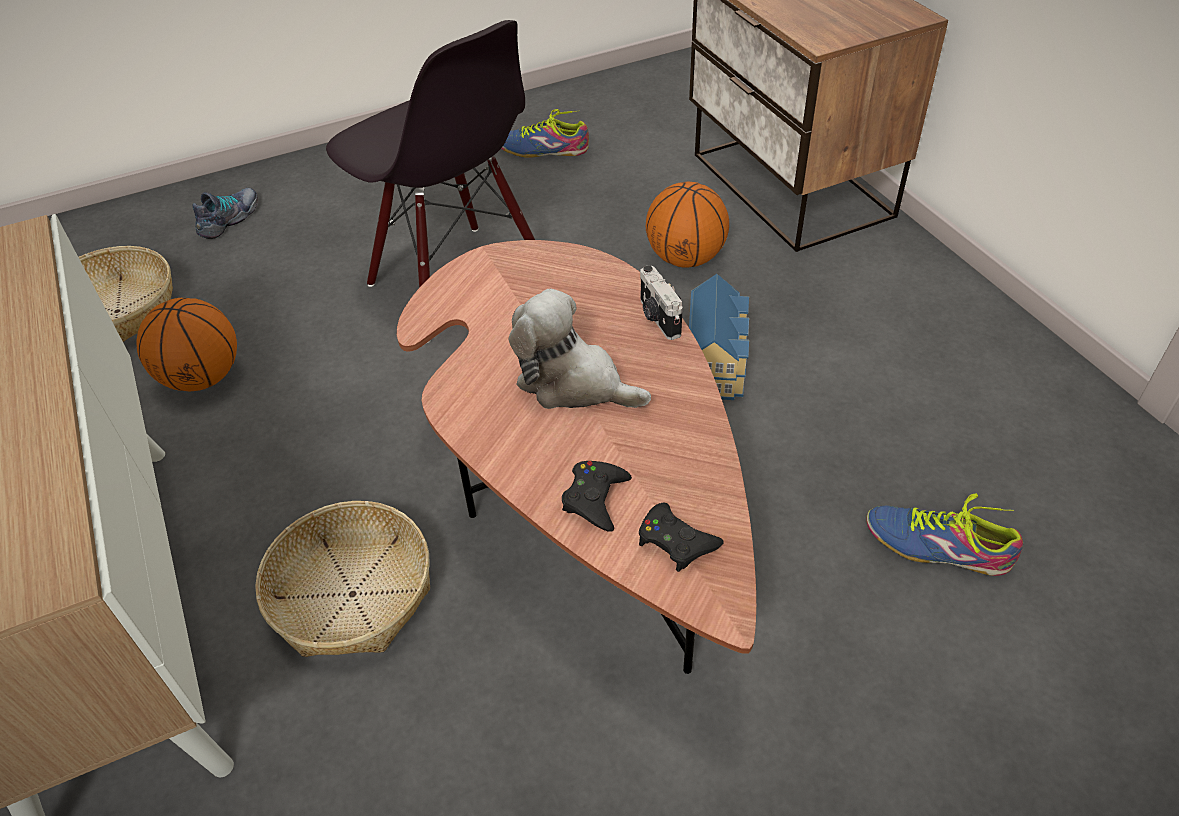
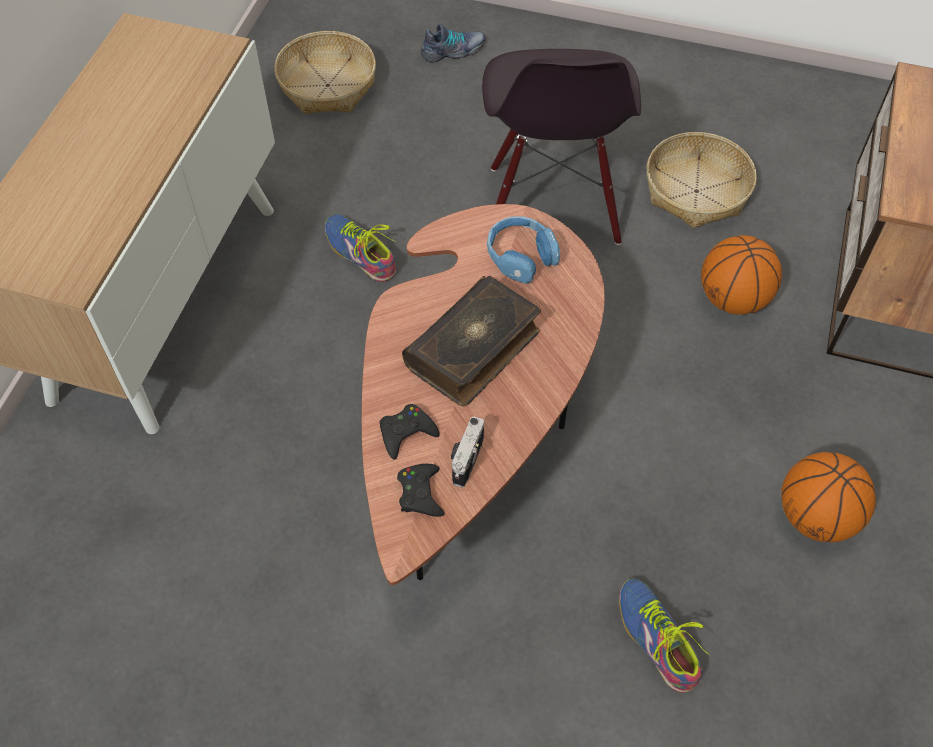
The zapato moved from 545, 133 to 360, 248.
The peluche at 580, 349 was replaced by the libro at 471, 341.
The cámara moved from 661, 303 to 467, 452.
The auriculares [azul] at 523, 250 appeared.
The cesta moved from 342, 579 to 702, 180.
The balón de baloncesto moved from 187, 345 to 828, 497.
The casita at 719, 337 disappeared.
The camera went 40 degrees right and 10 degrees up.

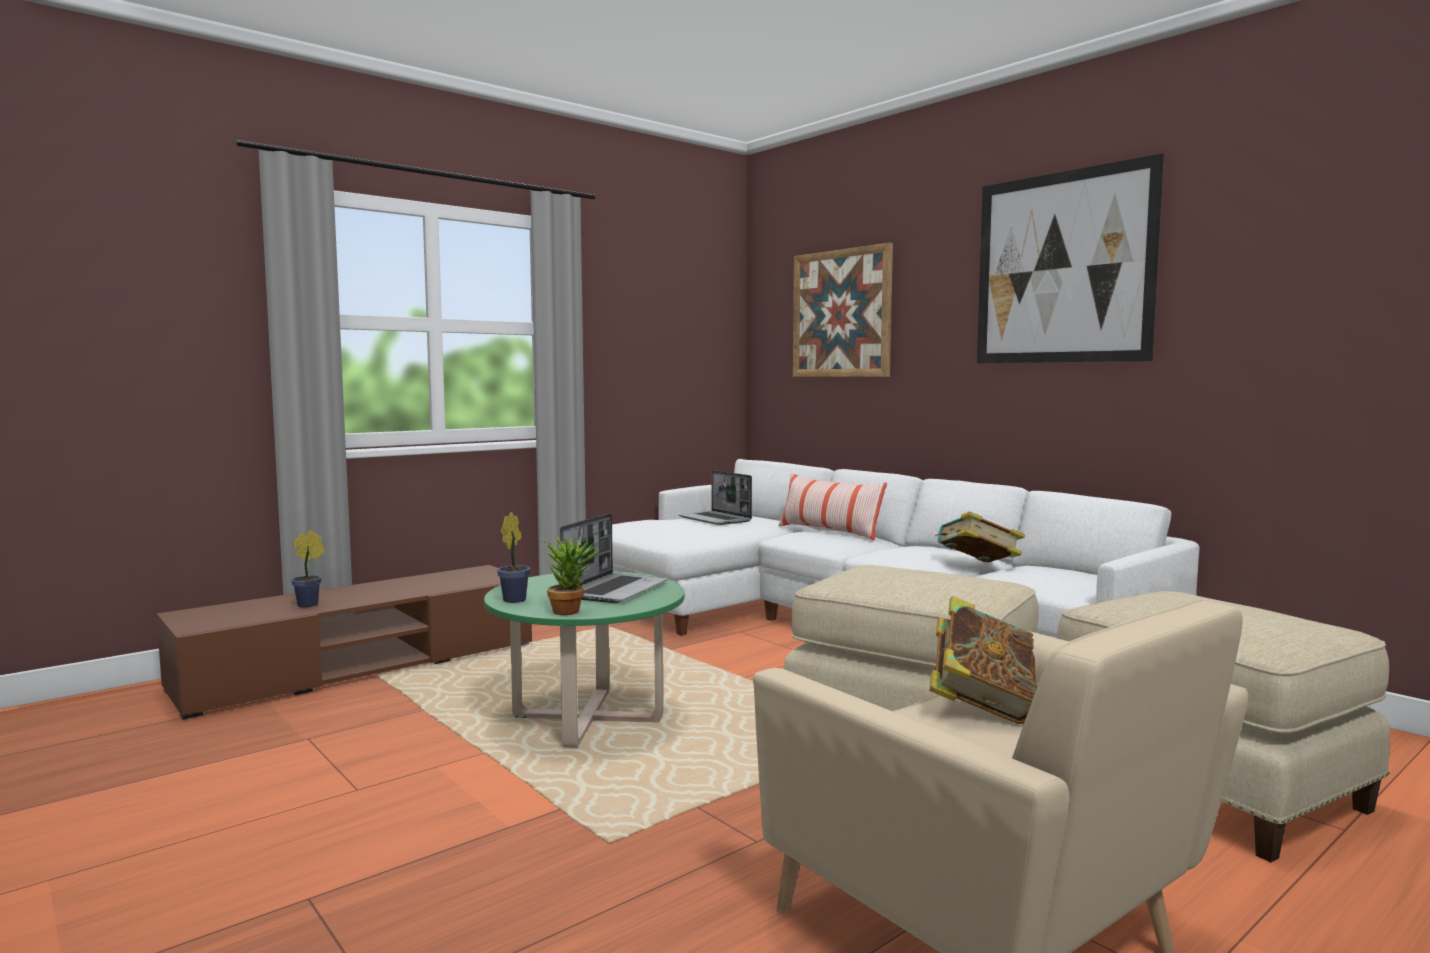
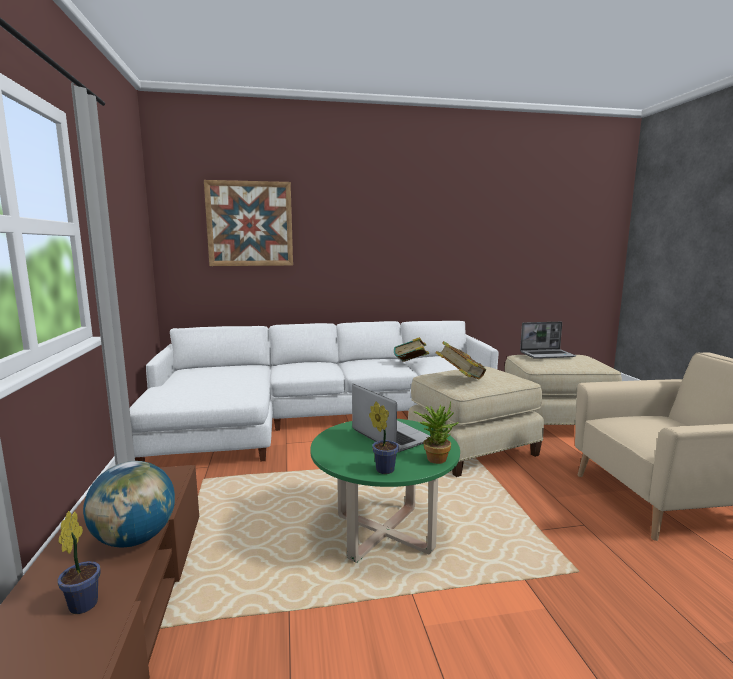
The globo terráqueo at 129, 504 appeared.
The libro moved from 983, 660 to 461, 360.
The portátil moved from 715, 497 to 548, 340.
The cojín at 832, 506 disappeared.
The cuadro at 1070, 258 disappeared.
The camera went 60 degrees left and 5 degrees up.

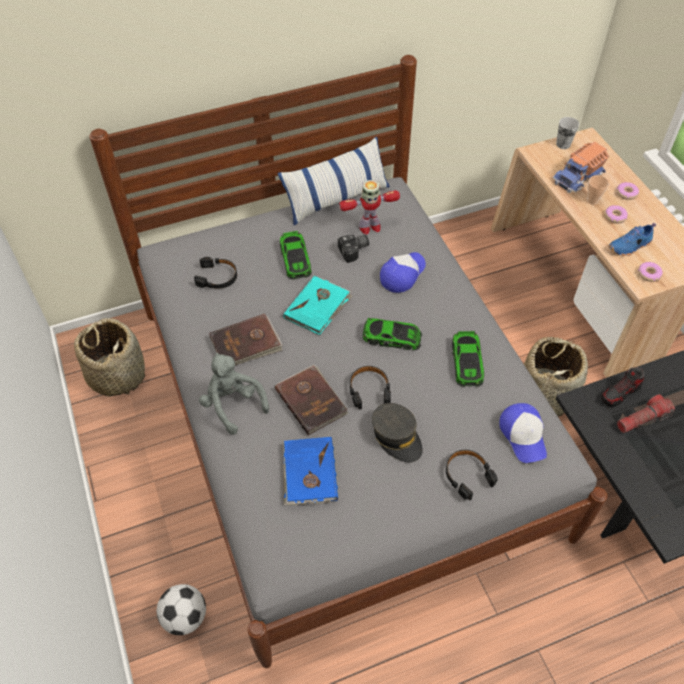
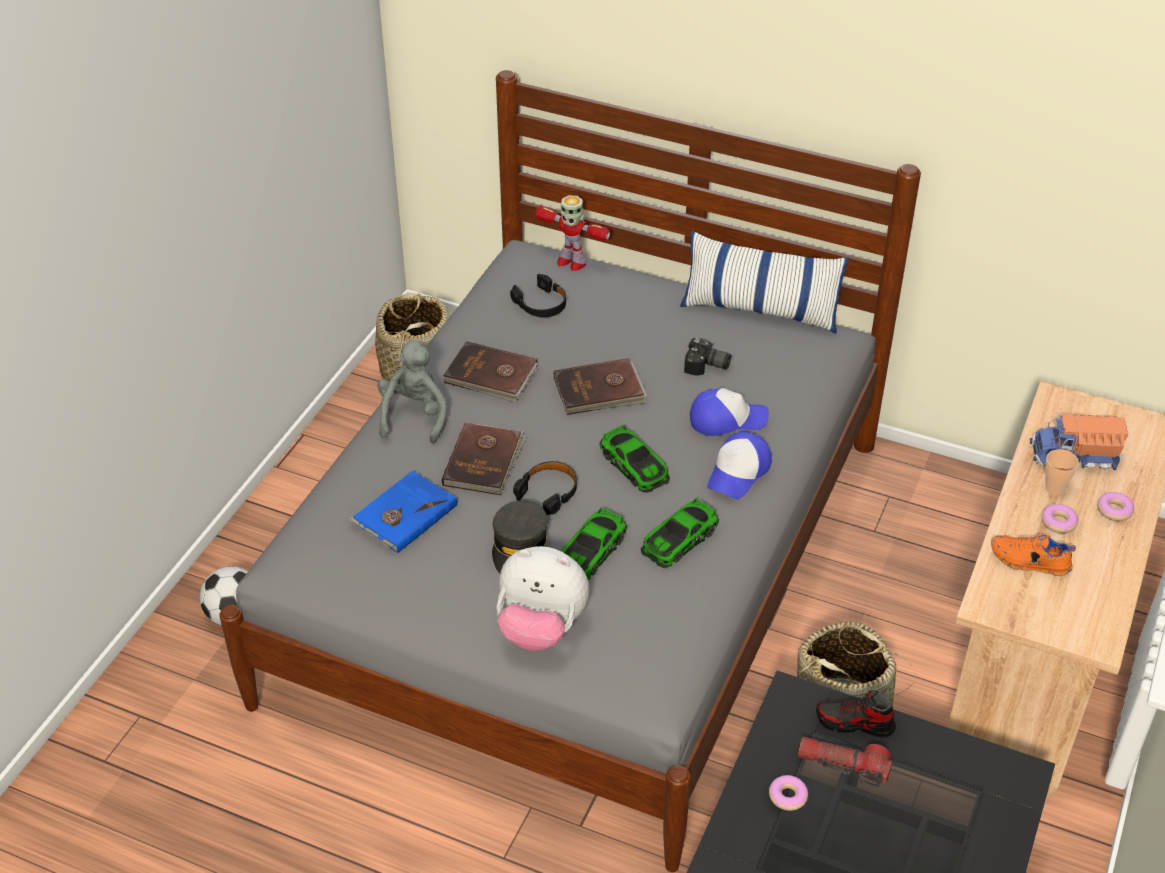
The auriculares [negro] at 472, 475 was replaced by the peluche at 543, 598.
The robot de juguete moved from 369, 207 to 572, 233.
The libro [turquesa] at 318, 305 became the libro [marrón] at 600, 386.
The coche de juguete moved from 296, 255 to 594, 544.
The gorra moved from 523, 433 to 739, 465.
The rosquilla moved from 650, 272 to 788, 793.
The zapato [azul] at 632, 239 became the zapato [naranja] at 1033, 555.
The taza at 567, 133 disappeared.
The camera went 45 degrees right and 10 degrees down.

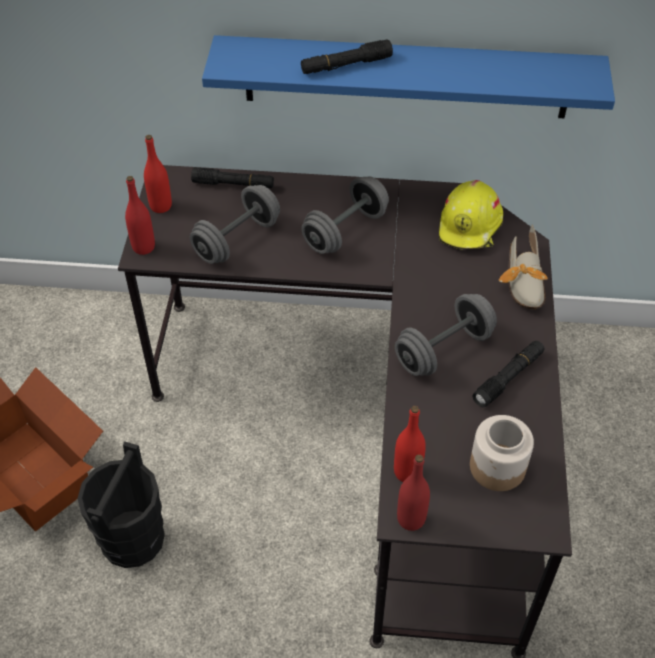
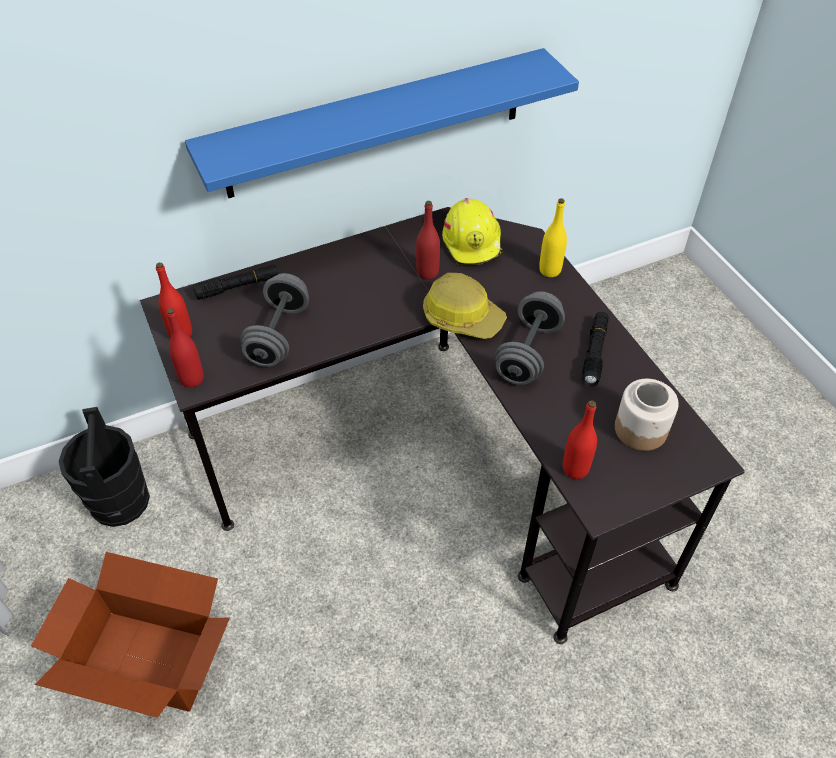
The cubo [negro] moved from 121, 504 to 104, 467.
The botella [rojo] moved from 413, 493 to 428, 240.
The casco at 465, 306 appeared.
The zapato at 523, 266 was replaced by the botella [amarillo] at 553, 237.
The linterna [negro] at 347, 56 disappeared.
The mancuerna [gris] at 345, 215 disappeared.
The camera went 30 degrees left and 0 degrees up.

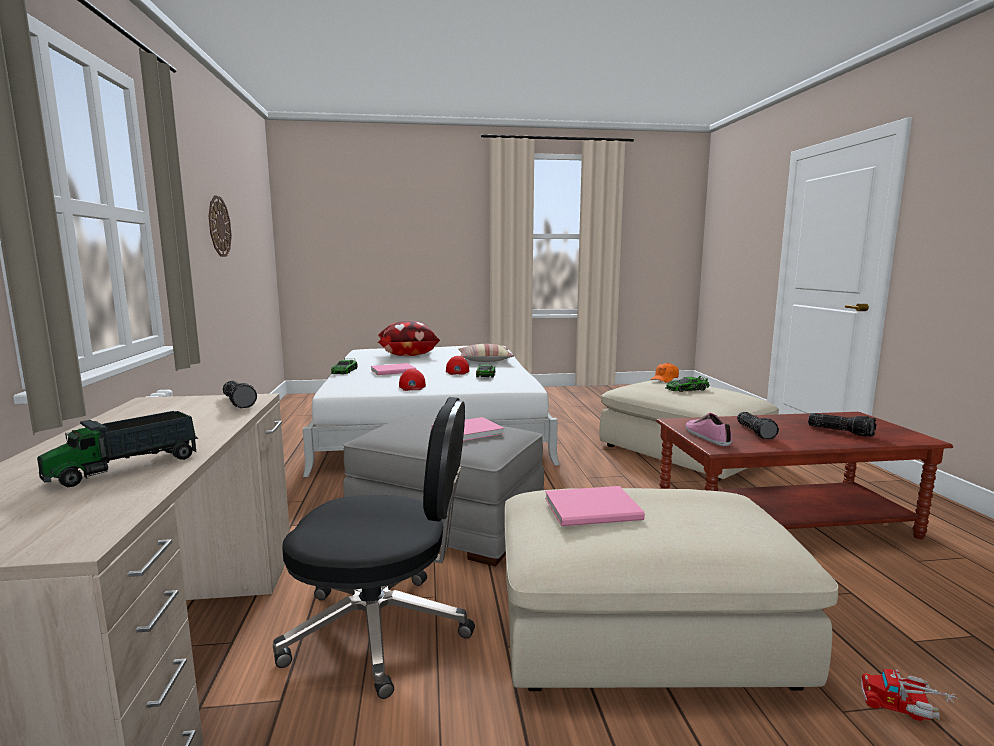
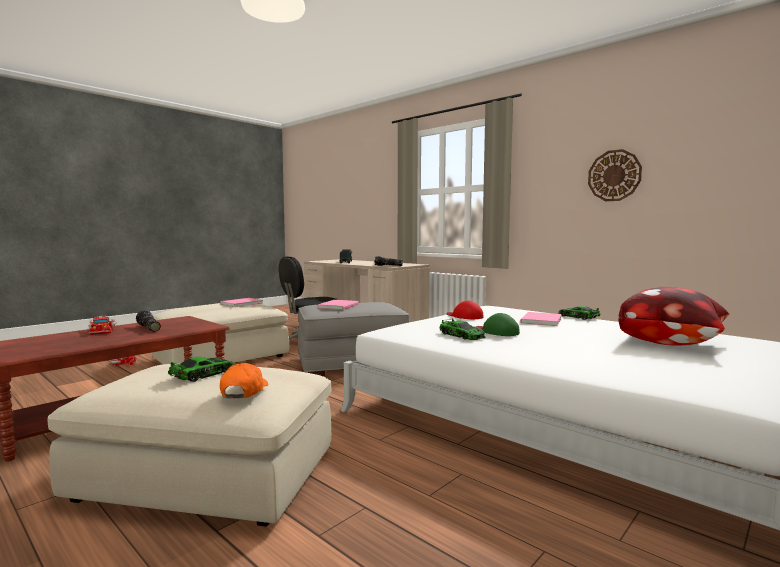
The camión de juguete at 103, 325 appeared.
The gorra [rojo] at 457, 365 became the gorra [verde] at 498, 324.
The cojín at 486, 353 disappeared.
The zapato at 708, 429 disappeared.
The linterna at 842, 425 disappeared.
The camera went 140 degrees right and 5 degrees down.

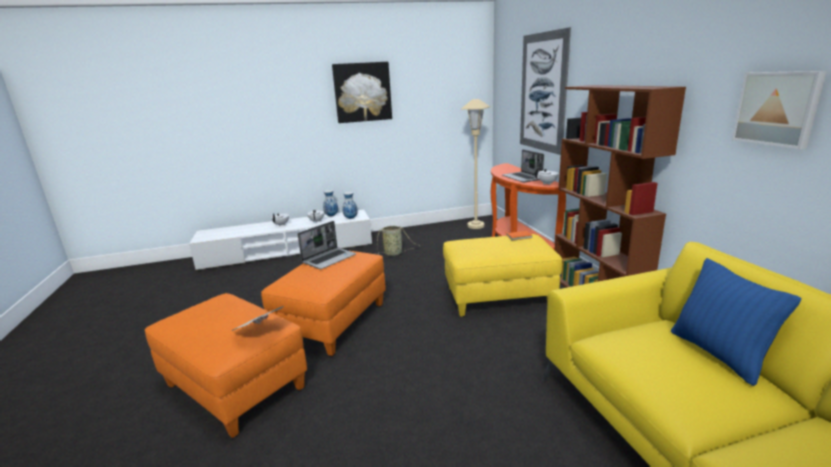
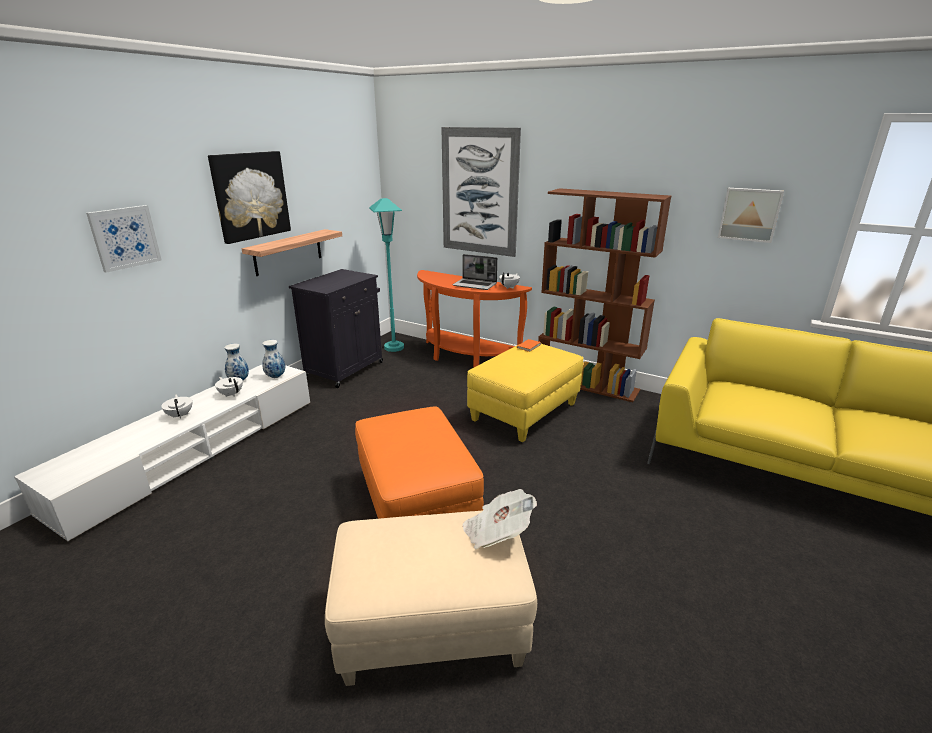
The cuadro at 124, 239 appeared.
The estante at 292, 252 appeared.
The armario [negro] at 336, 328 appeared.
The puf [naranja] at 226, 365 became the puf [beis] at 431, 598.
The lámpara de pie [beis] at 475, 164 became the lámpara de pie [turquesa] at 386, 275.
The portátil at 327, 245 disappeared.
The cesta at 397, 241 disappeared.
The cojín [azul] at 736, 322 disappeared.
The camera went 45 degrees left and 5 degrees up.

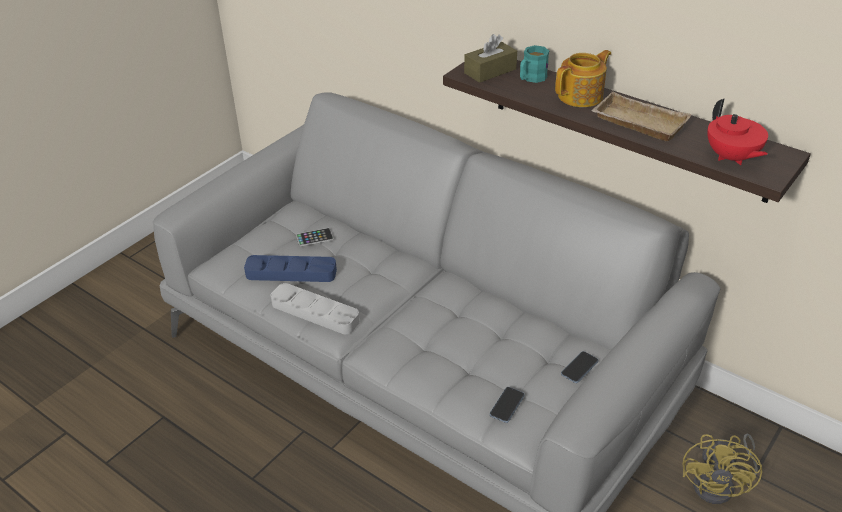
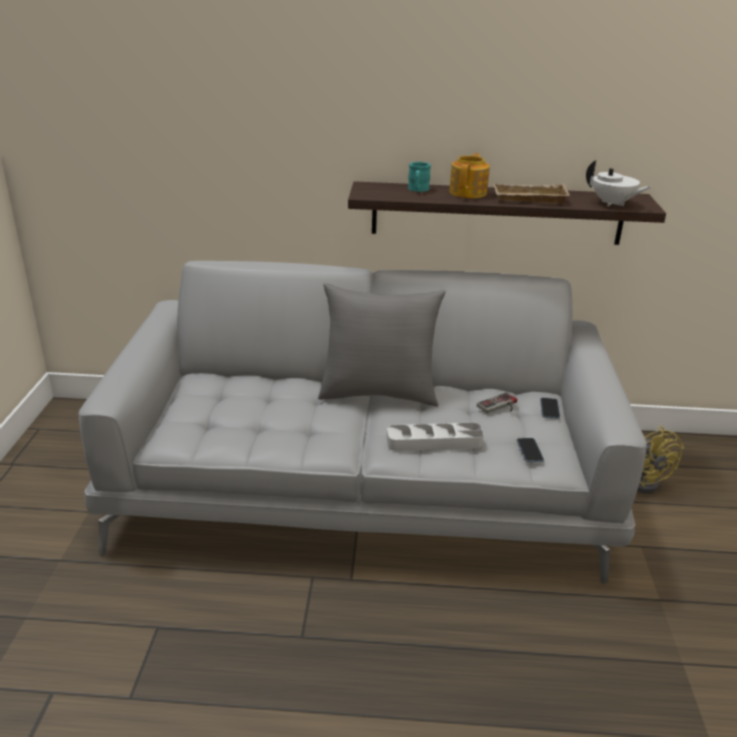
The cojín [gris] at 382, 345 appeared.
The bandeja [gris] moved from 315, 308 to 435, 436.
The mando de consola at 497, 402 appeared.
The tetera [rojo] at 737, 132 became the tetera [blanco] at 618, 183.
The bandeja [azul] at 290, 268 disappeared.
The móvil at 315, 237 disappeared.
The caja de pañuelos [marrón] at 490, 58 disappeared.
The camera went 35 degrees left and 10 degrees down.

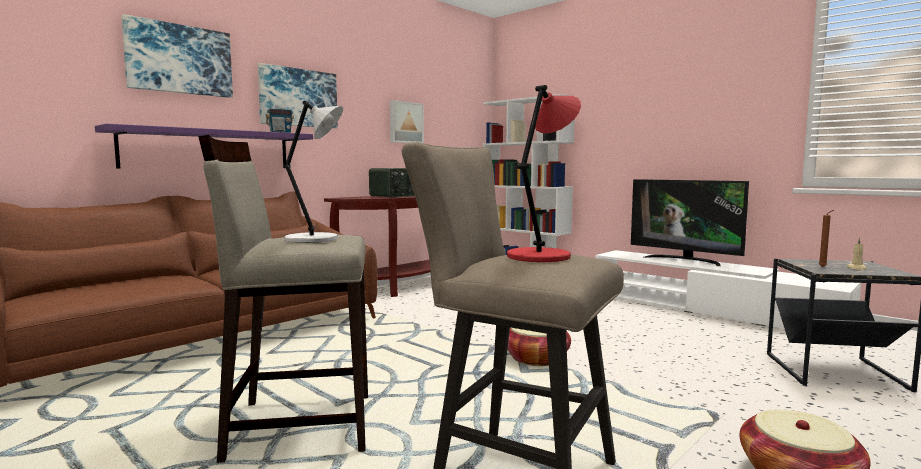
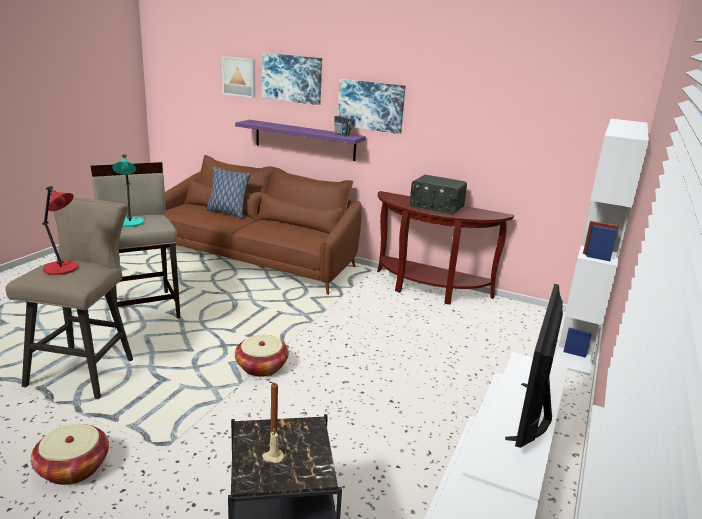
The lámpara de mesa [gris] at 313, 172 became the lámpara de mesa [turquesa] at 128, 191.
The cojín at 228, 192 appeared.
The cuadro moved from 407, 121 to 238, 77.
The camera went 70 degrees right and 15 degrees up.

